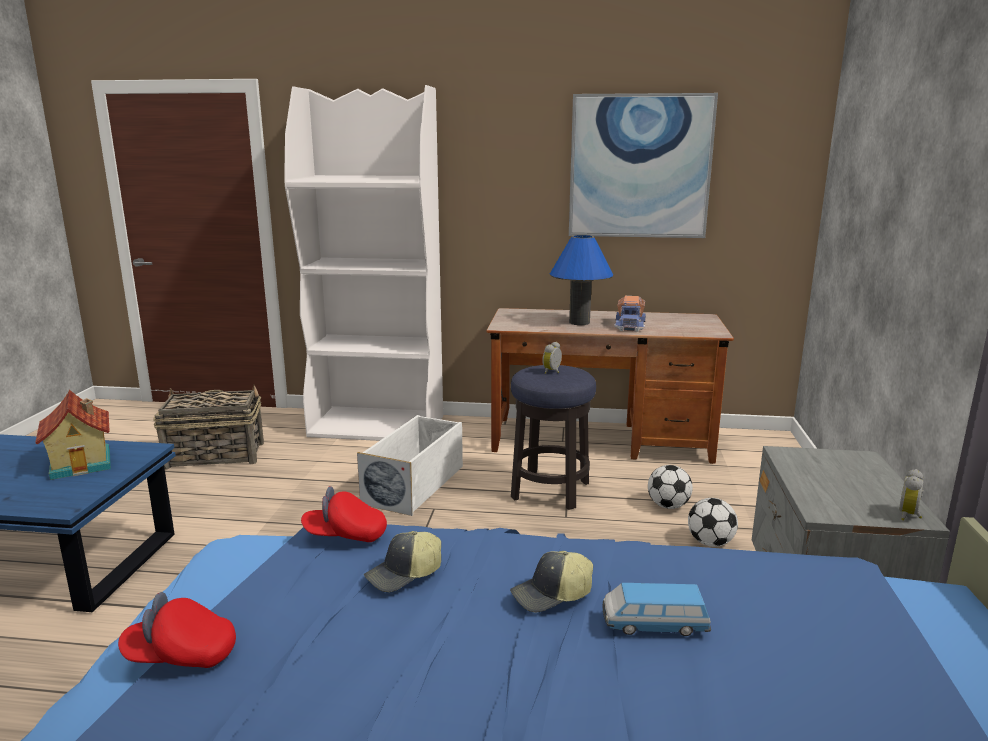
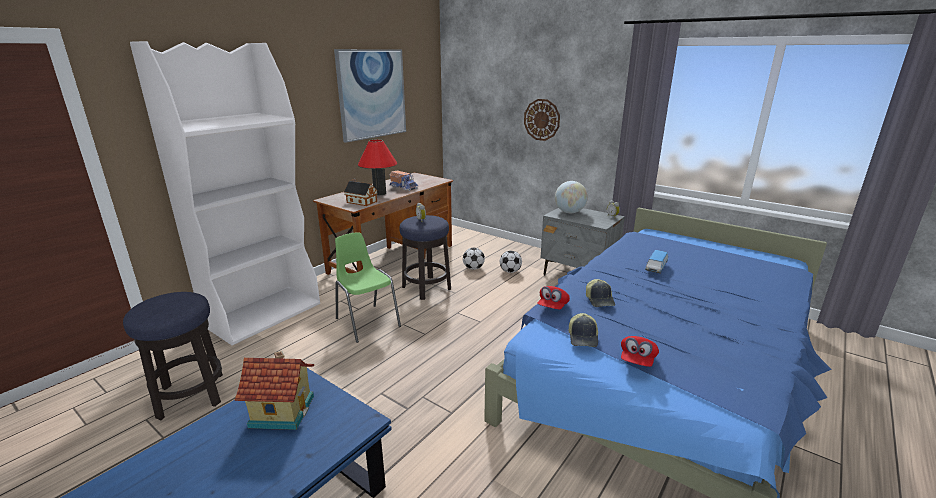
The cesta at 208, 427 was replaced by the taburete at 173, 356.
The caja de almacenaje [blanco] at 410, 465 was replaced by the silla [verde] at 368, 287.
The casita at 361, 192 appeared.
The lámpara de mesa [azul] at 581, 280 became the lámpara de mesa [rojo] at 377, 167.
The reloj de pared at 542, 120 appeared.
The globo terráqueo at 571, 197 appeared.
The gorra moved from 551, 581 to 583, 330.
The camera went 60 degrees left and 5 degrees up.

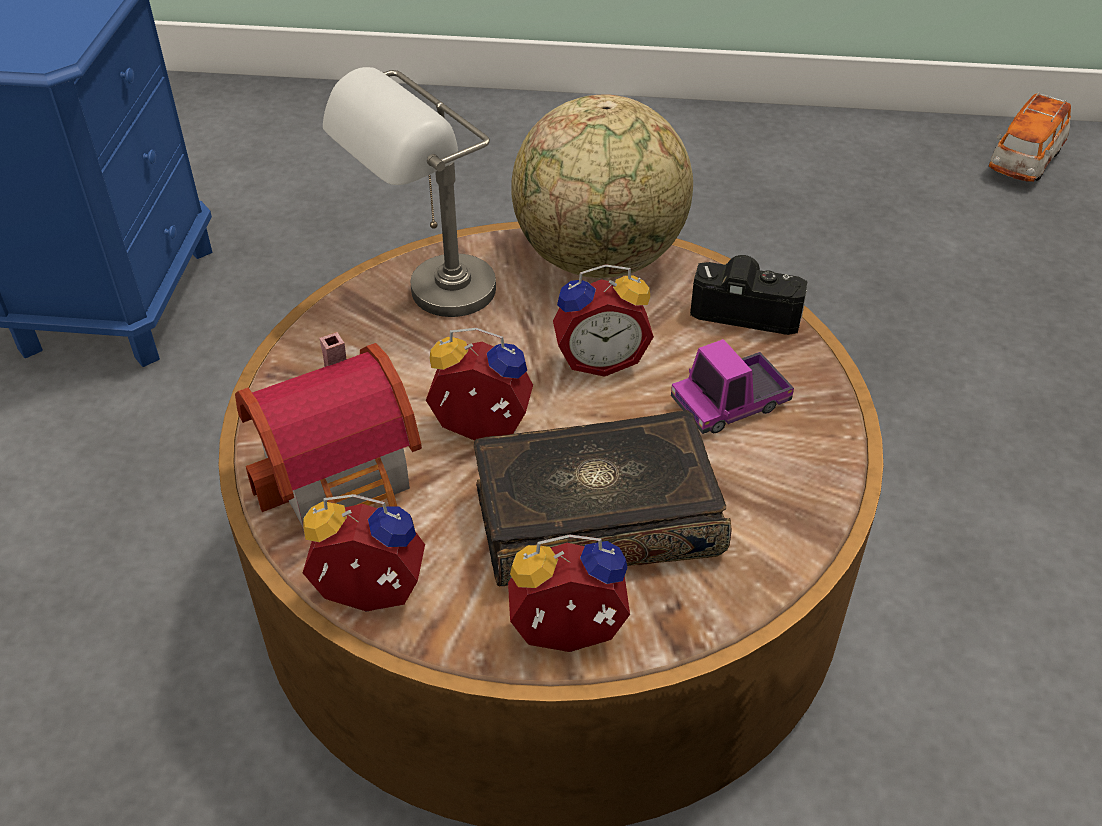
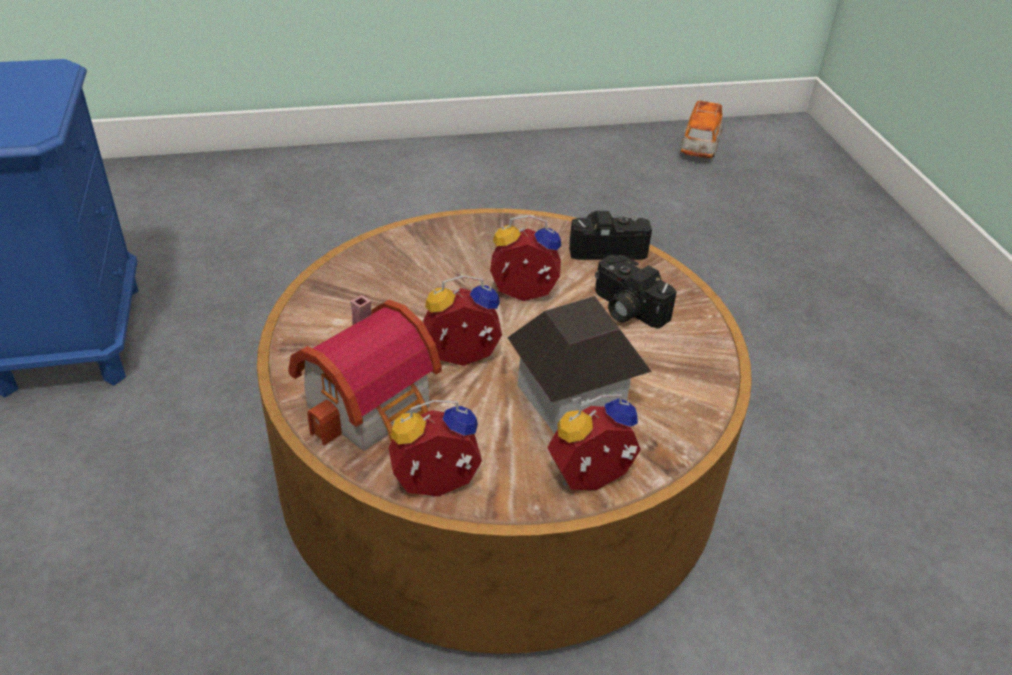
The despertador at 603, 320 turned 150 degrees counterclockwise.
The libro at 602, 498 was replaced by the casita at 579, 365.
The camión de juguete at 732, 386 was replaced by the cámara at 636, 292.
The lámpara de mesa [gris] at 409, 192 disappeared.
The globo terráqueo at 602, 186 disappeared.
The camera went 20 degrees left and 5 degrees down.

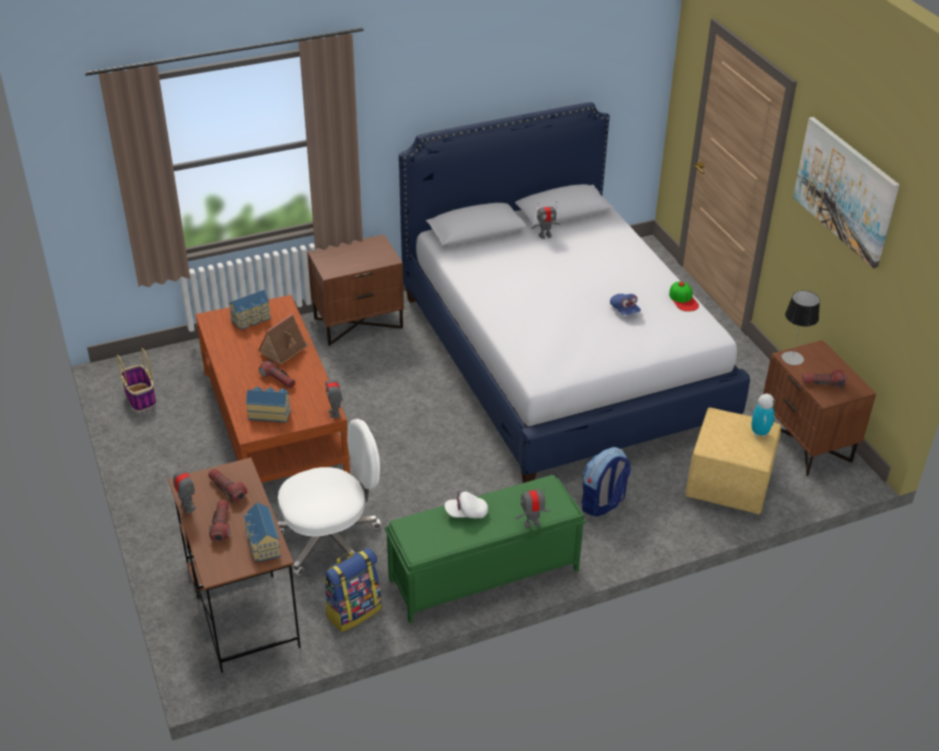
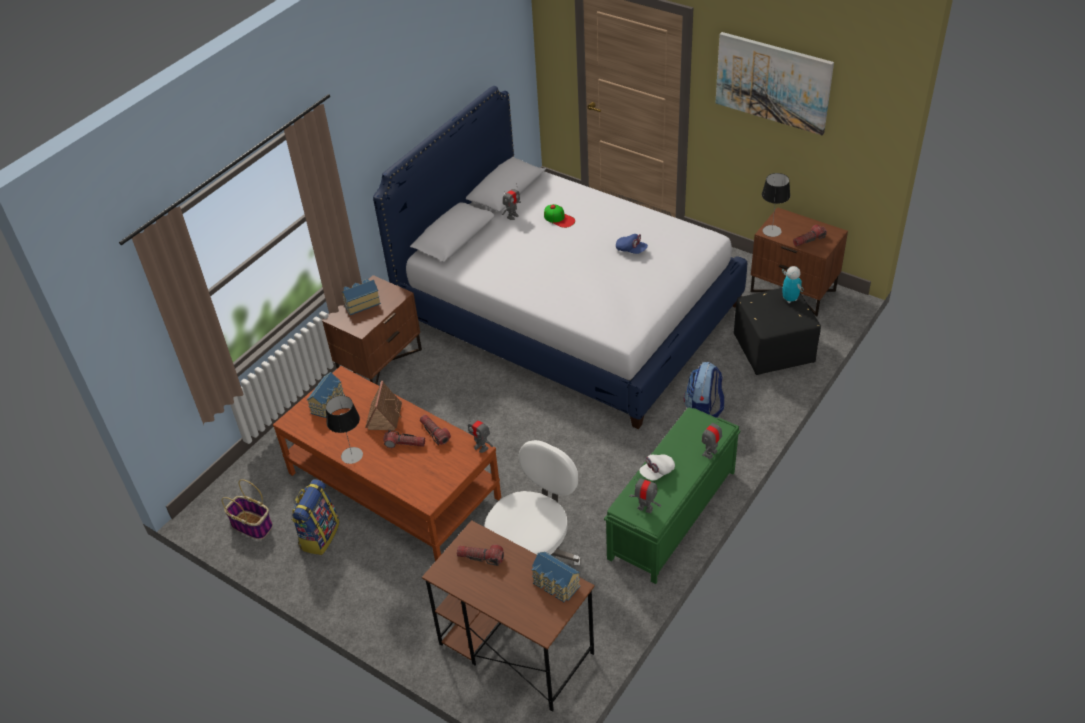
The mochila moved from 353, 590 to 316, 517.
The lámpara de mesa at 344, 430 appeared.
The casita moved from 268, 404 to 361, 297.
The linterna moved from 219, 521 to 435, 430.
The gorra moved from 684, 297 to 559, 216.
The robot de juguete moved from 184, 488 to 645, 494.
The puf [amarillo] at 733, 460 became the puf [negro] at 777, 331.
The camera went 30 degrees left and 5 degrees up.

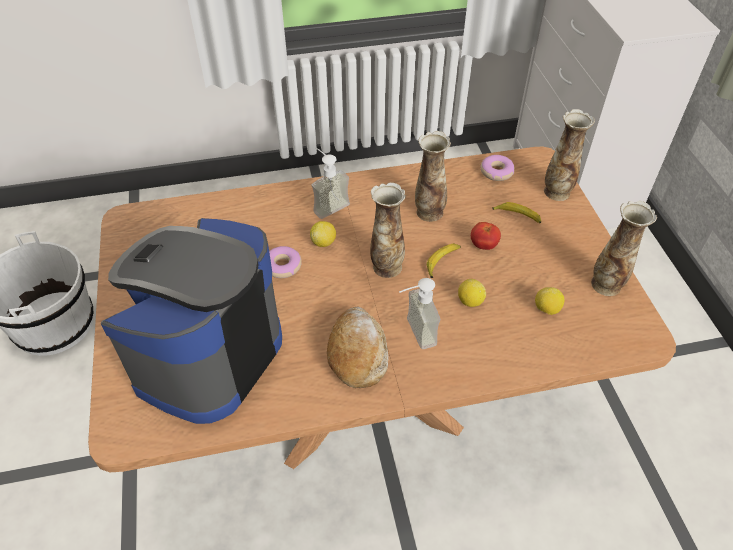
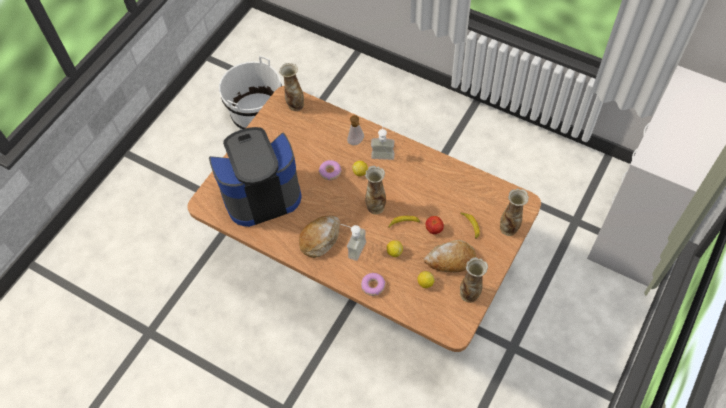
The florero moved from 433, 176 to 291, 87.
The dispensador de jabón at 355, 130 appeared.
The rosquilla moved from 498, 168 to 373, 284.
The pan at 450, 256 appeared.
The camera went 45 degrees right and 10 degrees up.

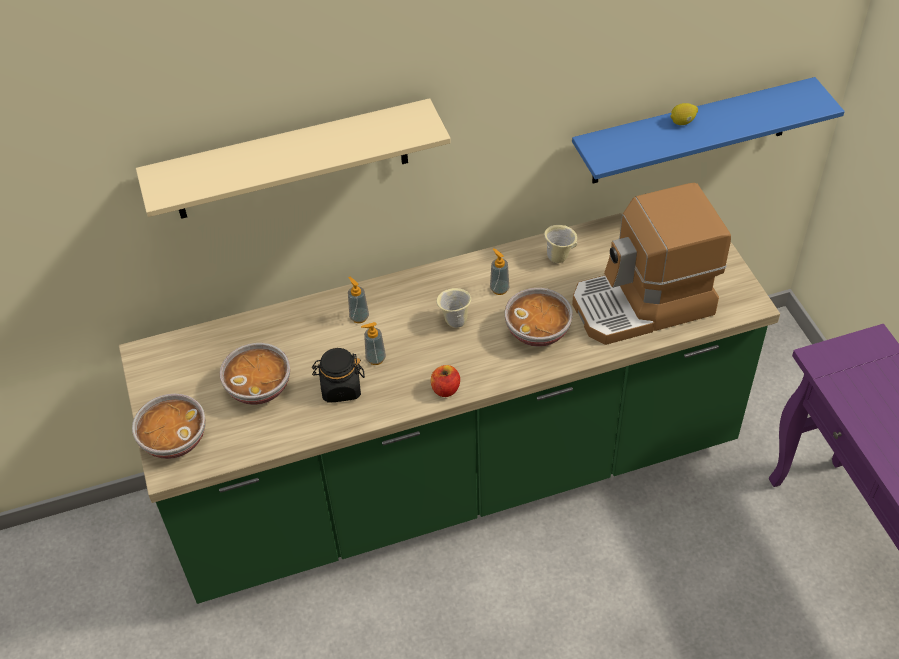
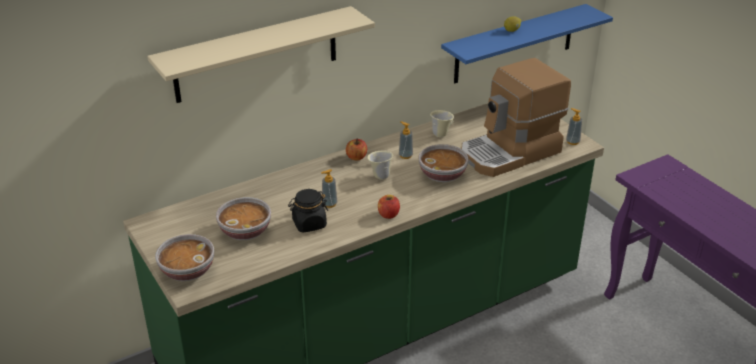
The manzana at 356, 150 appeared.
The dispensador de jabón moved from 358, 299 to 574, 126.
The camera went 15 degrees left and 15 degrees down.

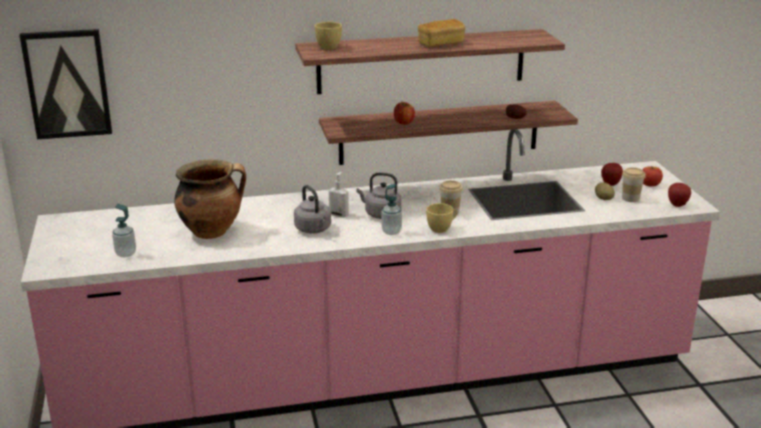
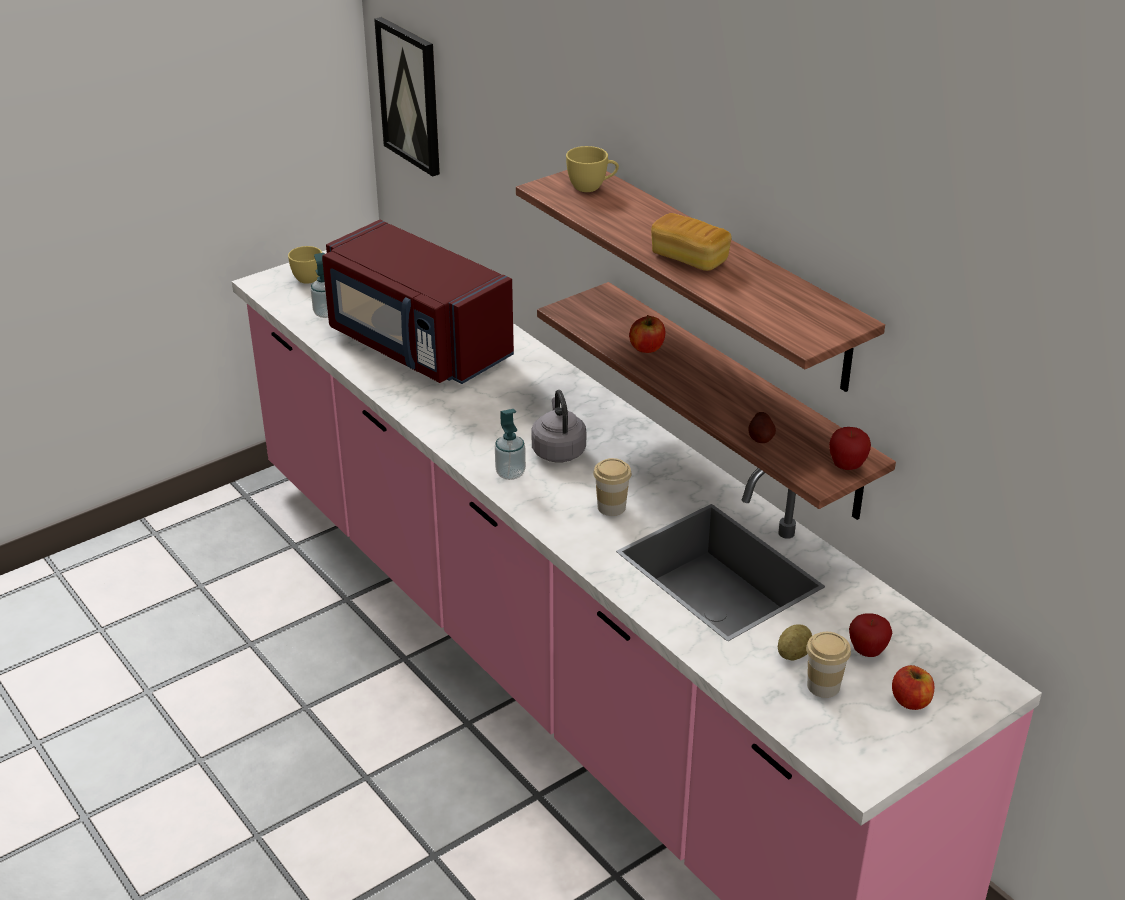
The taza [amarillo] moved from 441, 218 to 305, 265.
The olla at 210, 199 was replaced by the microondas [rojo] at 418, 302.
The manzana moved from 679, 195 to 850, 448.
The hervidor [gris] at 312, 209 disappeared.
The dispensador de jabón at 339, 194 disappeared.
The camera went 65 degrees right and 10 degrees up.

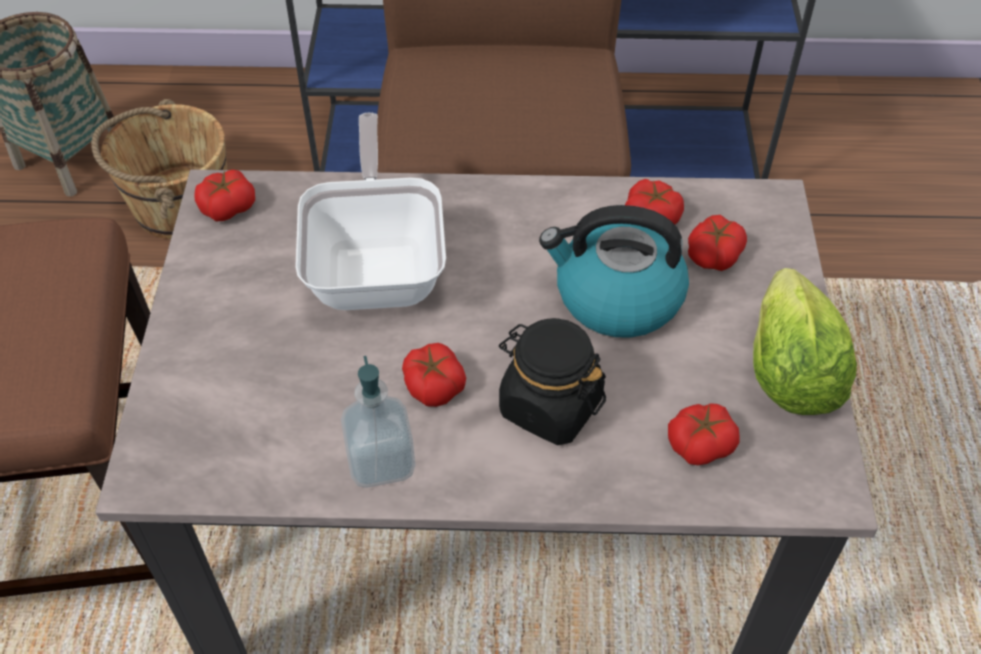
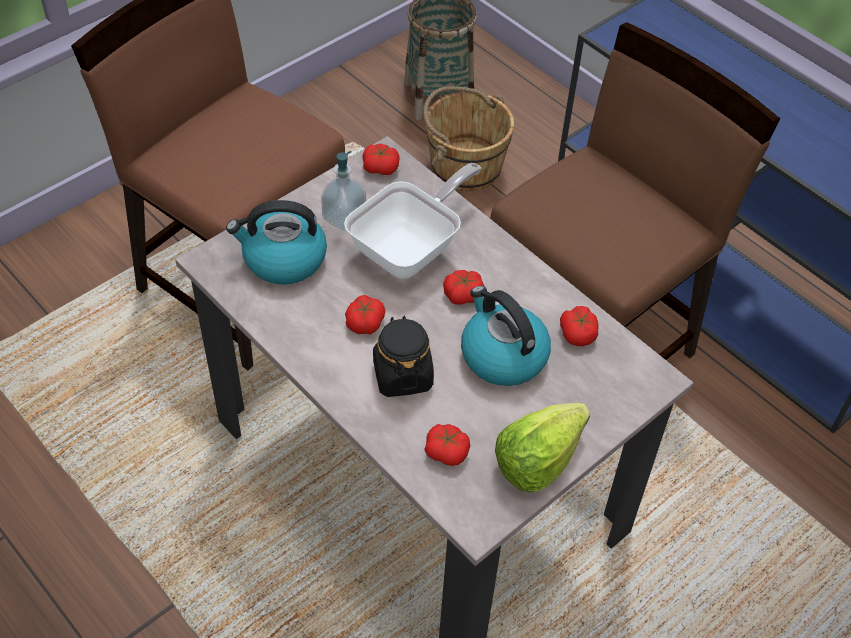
The hervidor at 276, 242 appeared.
The dispensador de jabón moved from 378, 422 to 343, 191.
The tomate moved from 717, 243 to 463, 287.
The camera went 45 degrees right and 0 degrees up.

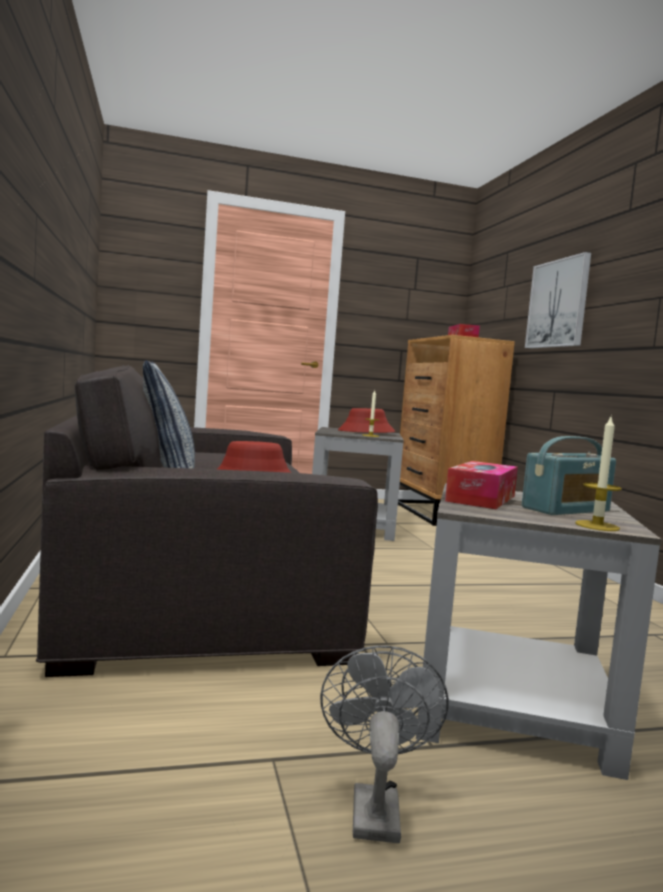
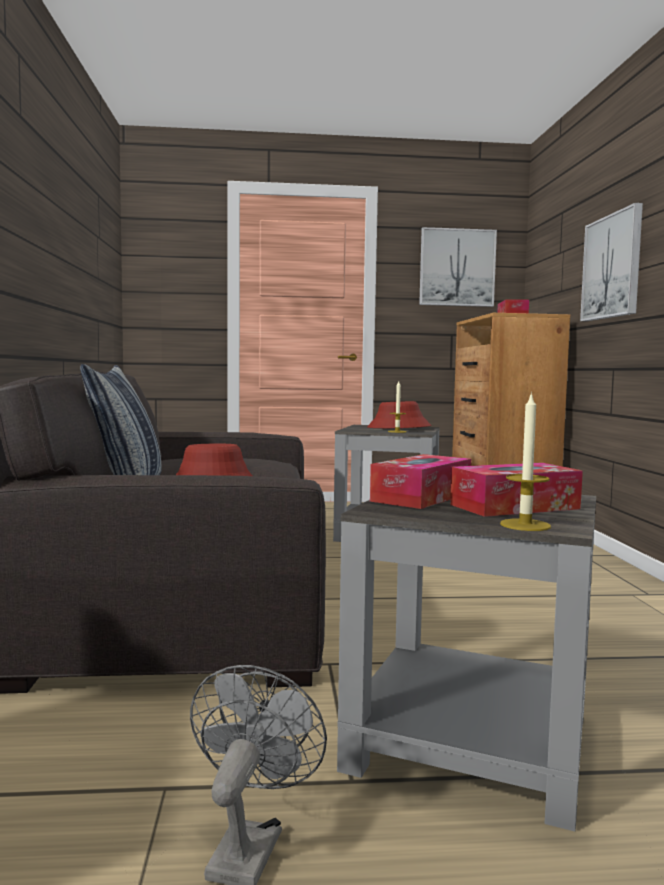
The cuadro at 458, 267 appeared.
The radio at 569, 475 was replaced by the caja de pañuelos at 516, 490.
The camera went 10 degrees right and 0 degrees up.

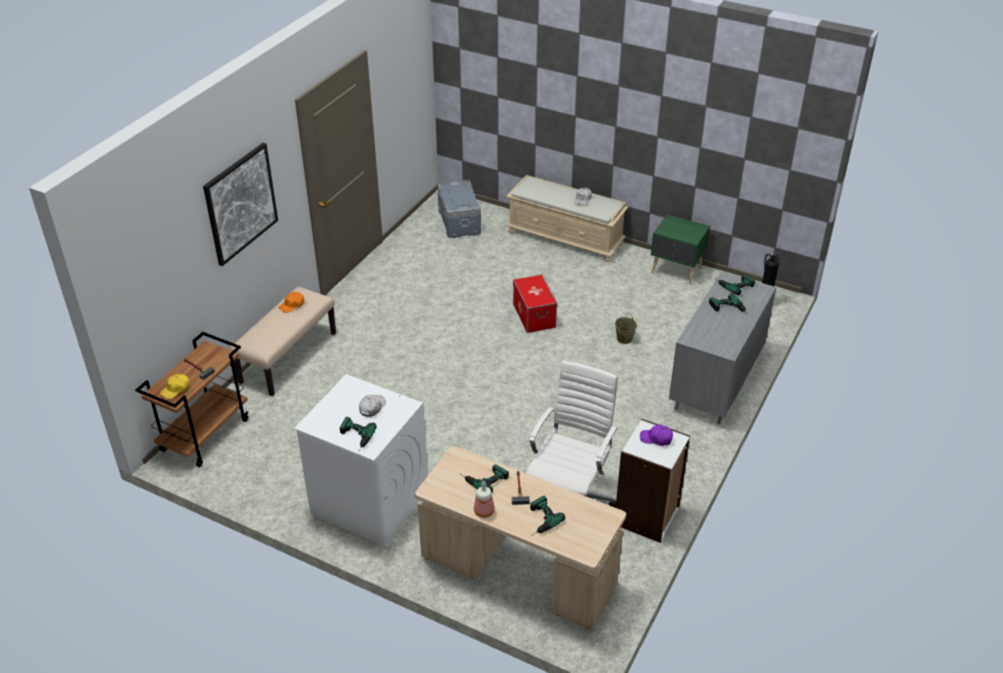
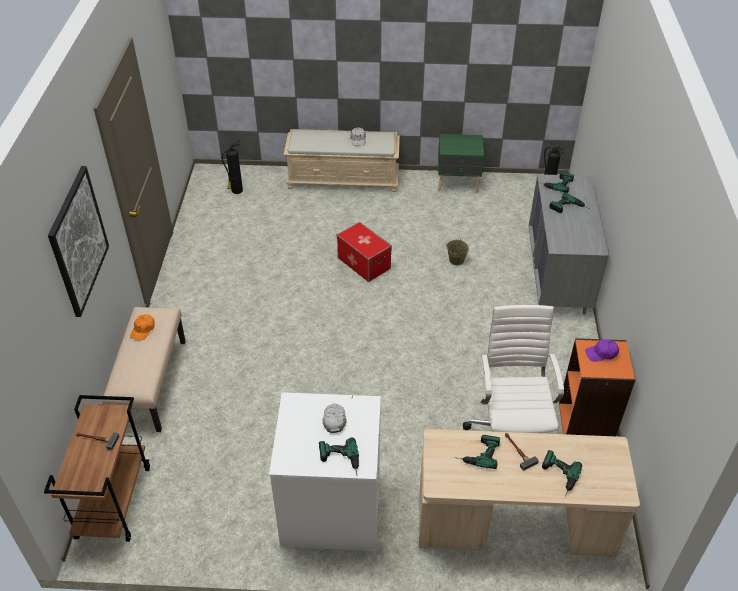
The caja de almacenaje [gris] at 459, 209 was replaced by the extintor at 232, 167.
The estantería [blanco] at 653, 481 became the estantería [naranja] at 597, 387.
The gorra [amarillo] at 175, 386 disappeared.
The botella at 484, 499 disappeared.
The camera went 25 degrees left and 5 degrees up.

